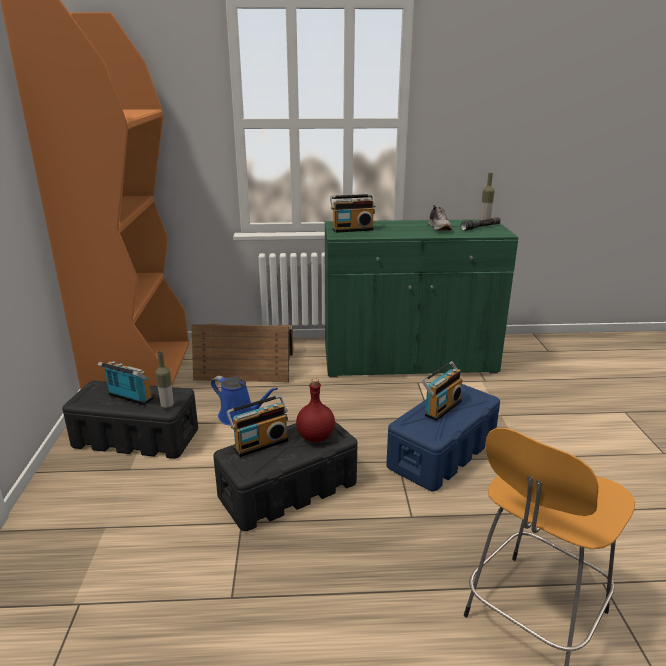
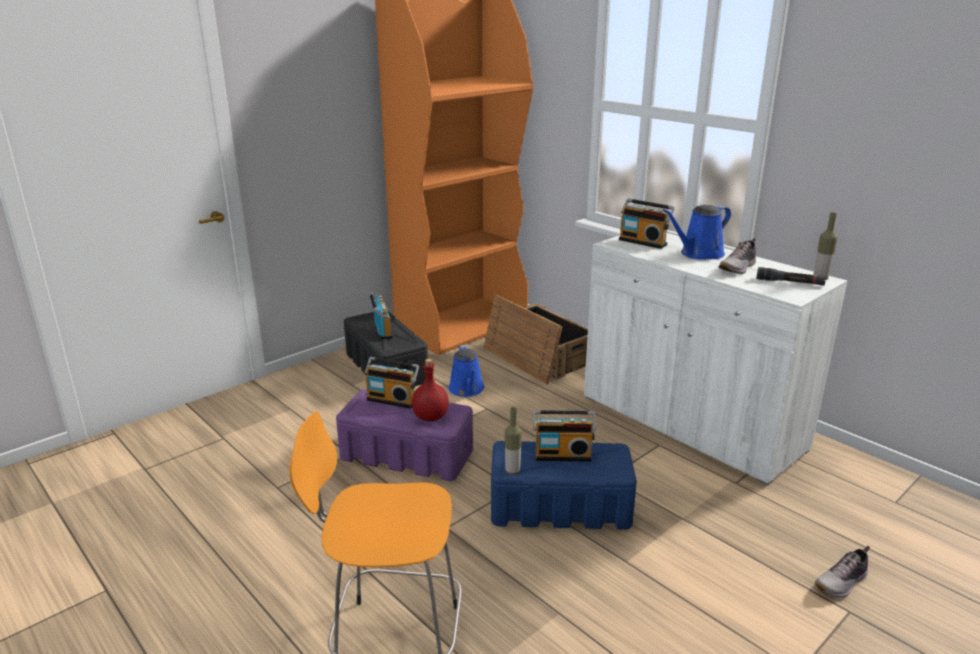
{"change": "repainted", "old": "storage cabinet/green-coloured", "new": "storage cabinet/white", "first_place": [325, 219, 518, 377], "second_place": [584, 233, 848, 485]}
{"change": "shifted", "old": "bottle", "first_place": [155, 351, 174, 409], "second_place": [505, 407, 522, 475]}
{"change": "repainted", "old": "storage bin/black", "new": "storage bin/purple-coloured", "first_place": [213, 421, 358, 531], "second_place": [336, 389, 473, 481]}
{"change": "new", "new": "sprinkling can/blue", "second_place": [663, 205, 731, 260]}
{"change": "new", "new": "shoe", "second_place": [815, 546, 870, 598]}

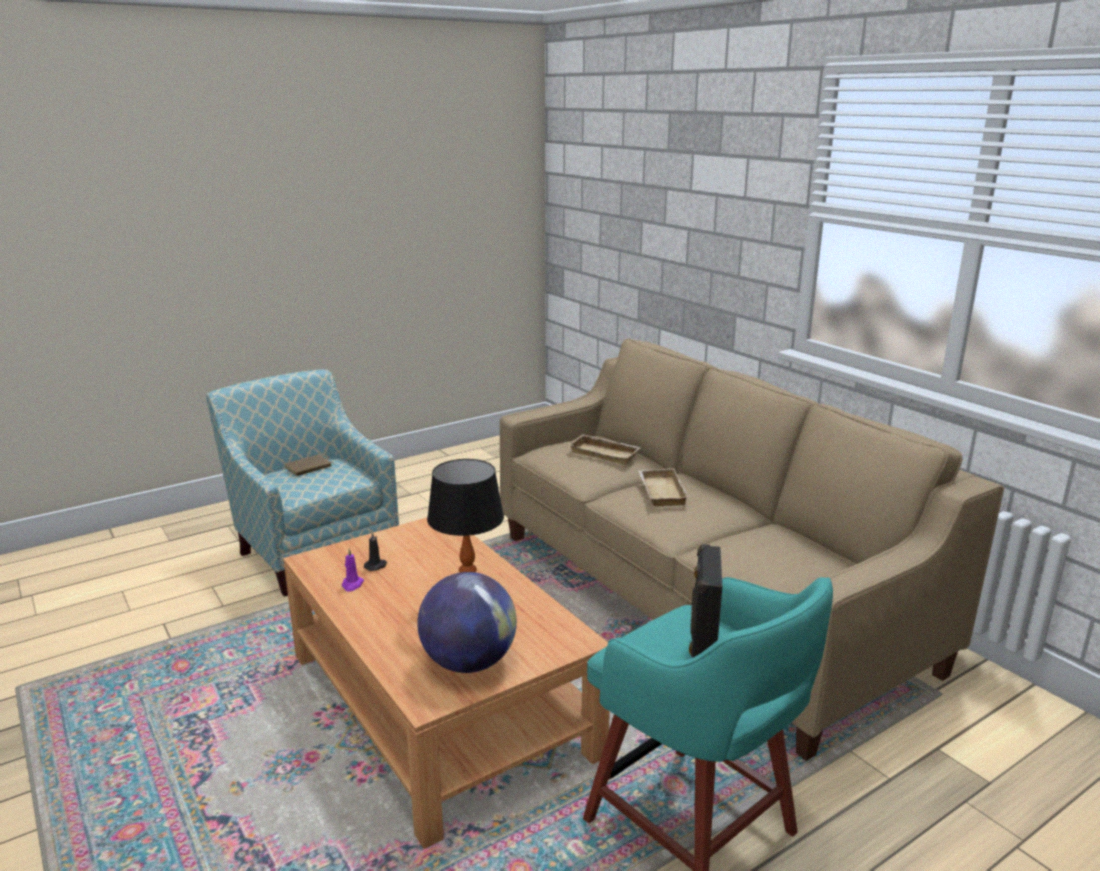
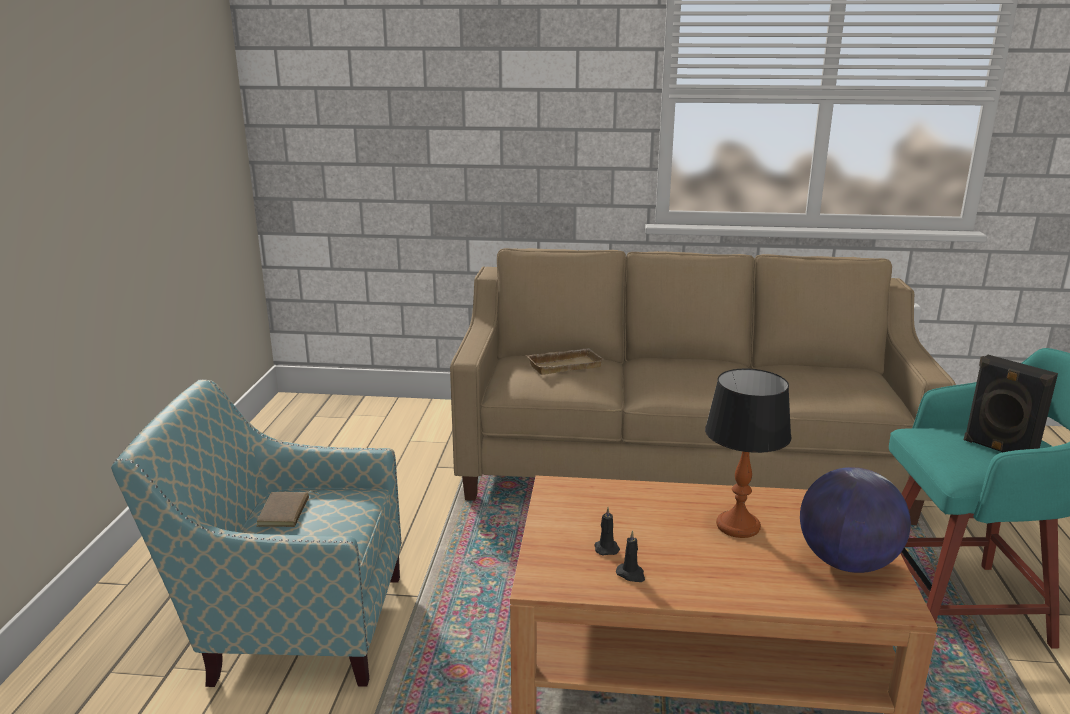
{"change": "gone", "old": "tray/beige-coloured", "first_place": [638, 468, 690, 507]}
{"change": "repainted", "old": "wax light/purple-coloured", "new": "wax light/black", "first_place": [342, 548, 364, 592], "second_place": [616, 530, 645, 582]}

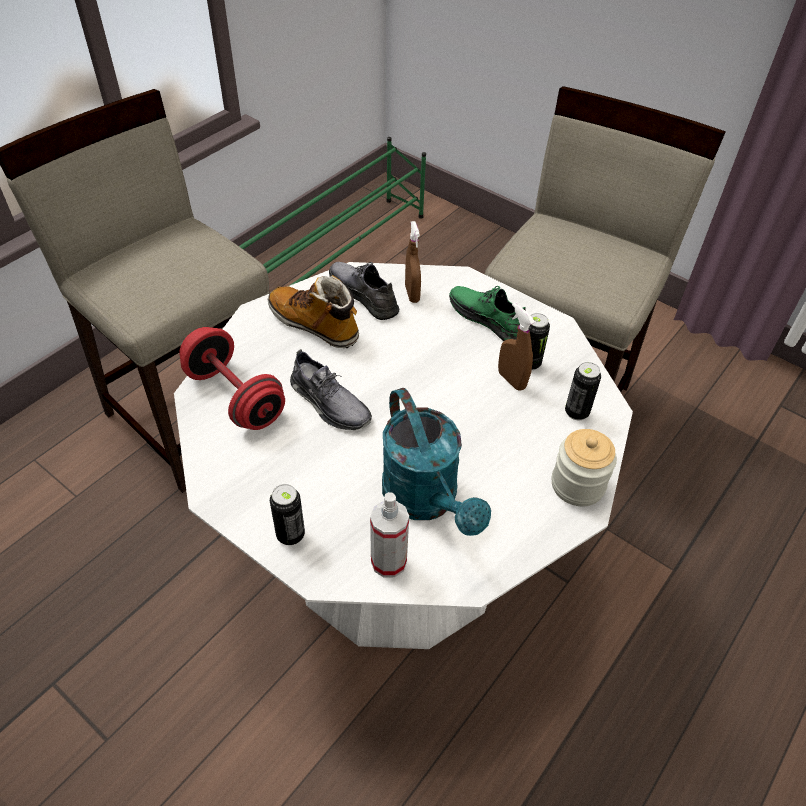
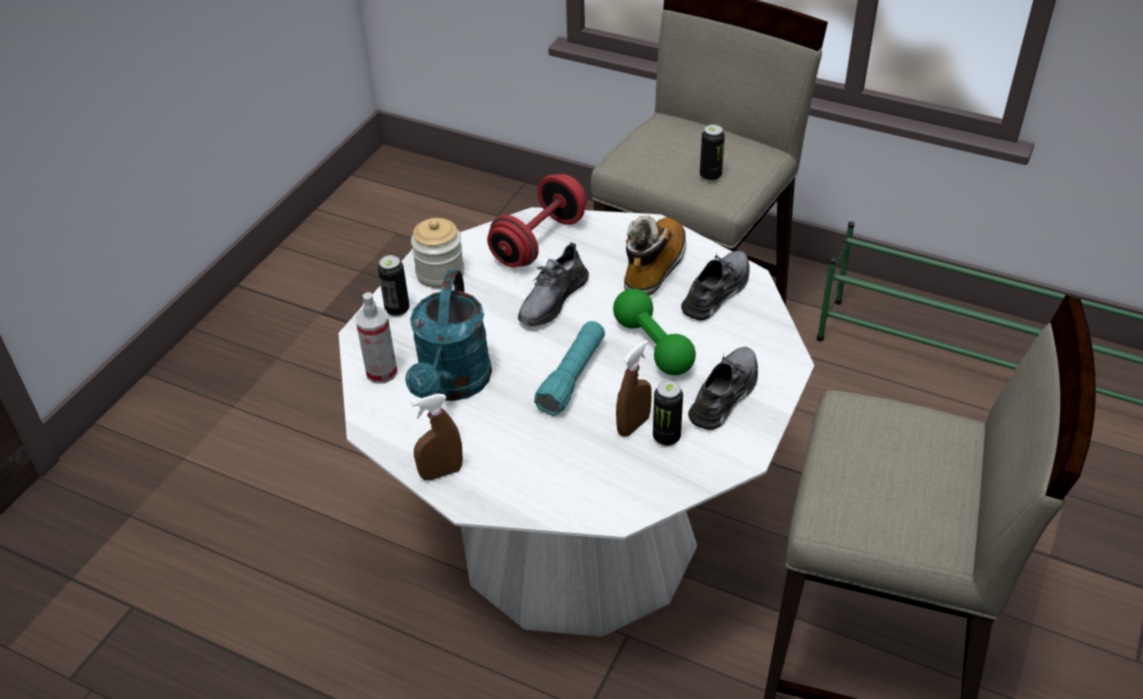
{"change": "shifted", "old": "sprayer/brown", "first_place": [405, 221, 421, 303], "second_place": [411, 394, 463, 481]}
{"change": "repainted", "old": "shoe/green-coloured", "new": "shoe/grey", "first_place": [449, 286, 526, 341], "second_place": [688, 347, 758, 430]}
{"change": "shifted", "old": "sealed can", "first_place": [565, 362, 601, 420], "second_place": [700, 124, 725, 182]}
{"change": "rotated", "old": "sprinkling can/turquoise", "first_place": [382, 388, 491, 536], "second_place": [405, 270, 492, 401], "degrees": -45}
{"change": "shifted", "old": "jar", "first_place": [552, 429, 617, 506], "second_place": [411, 218, 464, 288]}
{"change": "new", "new": "free weight/green-coloured", "second_place": [613, 289, 696, 375]}
{"change": "new", "new": "torch/turquoise", "second_place": [534, 321, 605, 416]}

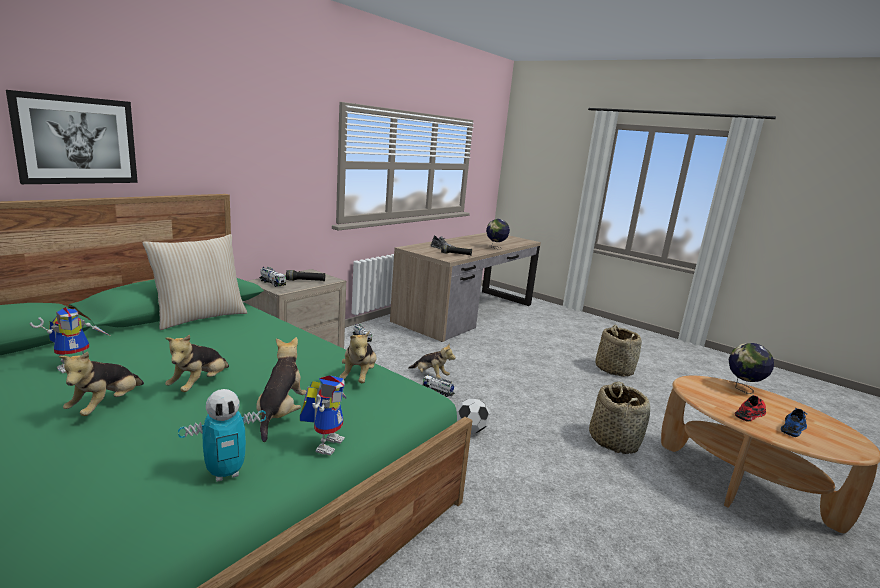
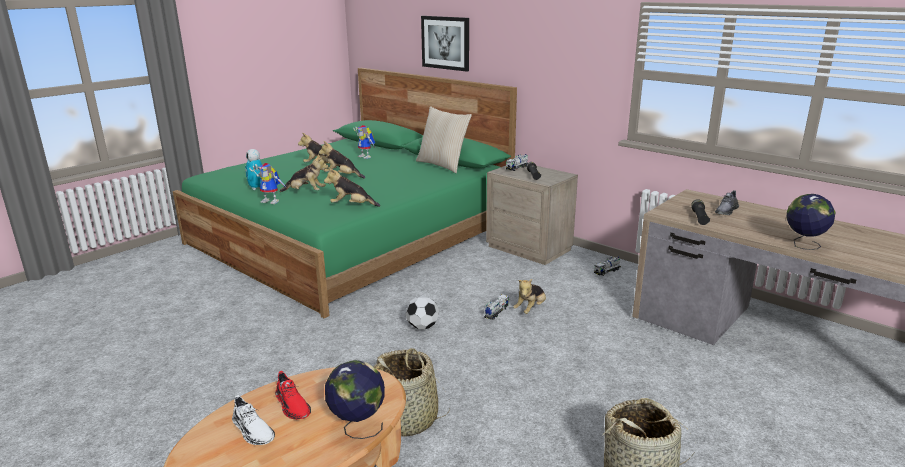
{"change": "repainted", "old": "shoe/blue", "new": "shoe/white", "first_place": [781, 408, 807, 437], "second_place": [232, 395, 275, 445]}

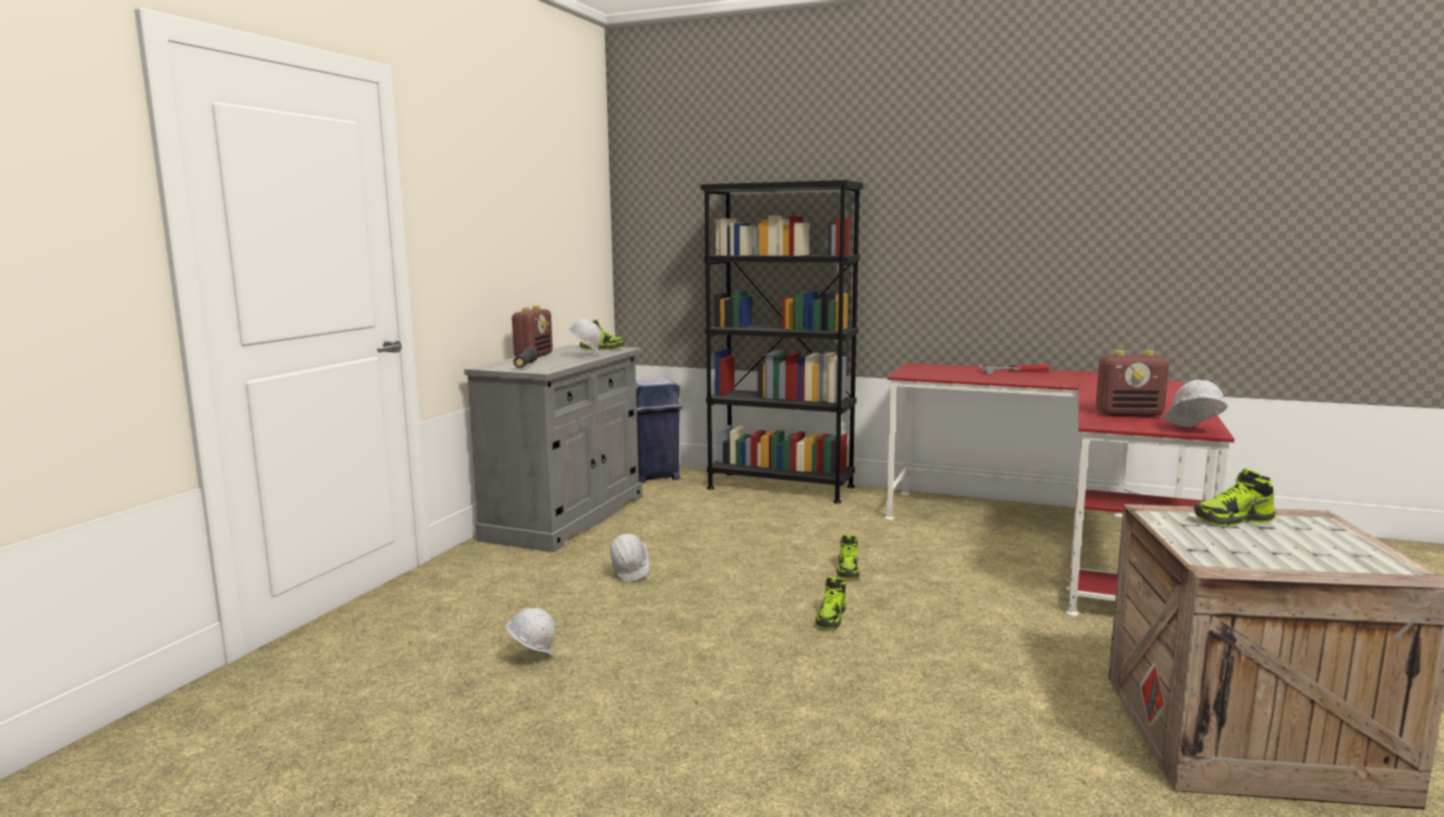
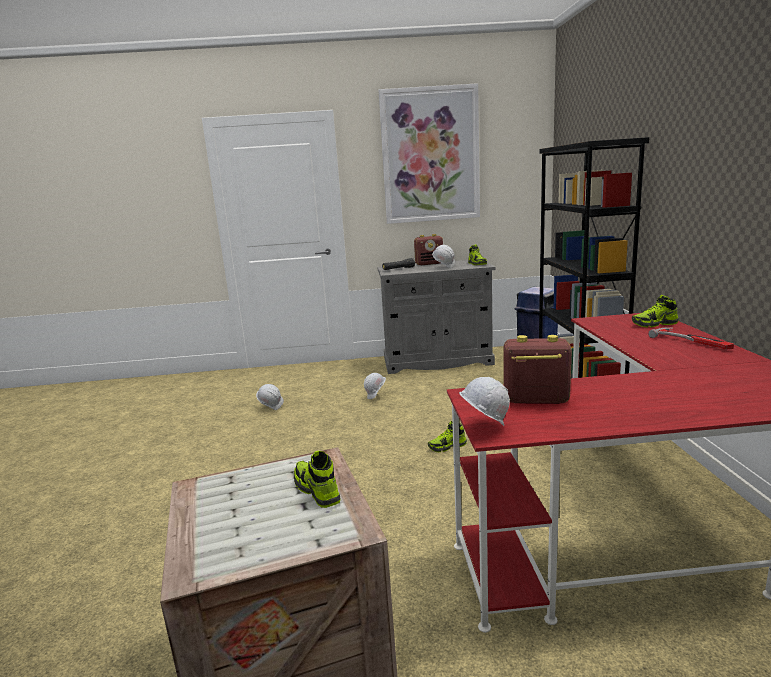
{"change": "rotated", "old": "radio receiver", "first_place": [1096, 350, 1169, 417], "second_place": [503, 335, 572, 404], "degrees": 120}
{"change": "shifted", "old": "shoe", "first_place": [816, 576, 846, 629], "second_place": [632, 295, 678, 327]}
{"change": "new", "new": "wall picture", "second_place": [378, 83, 480, 224]}

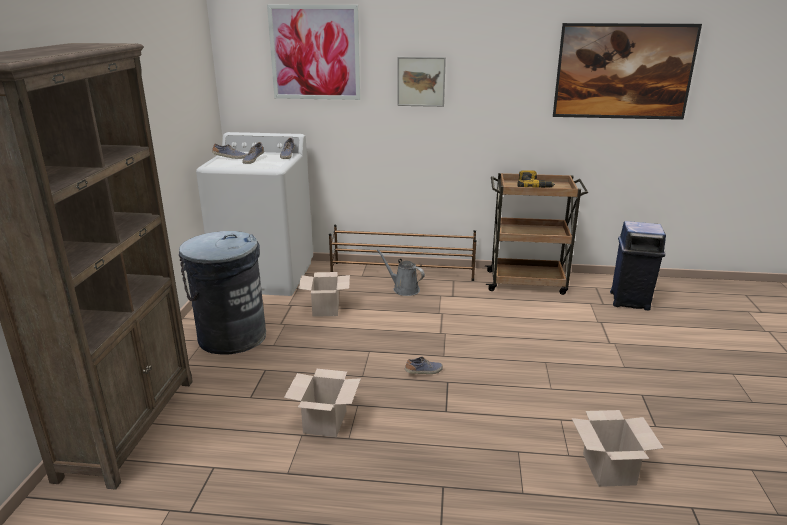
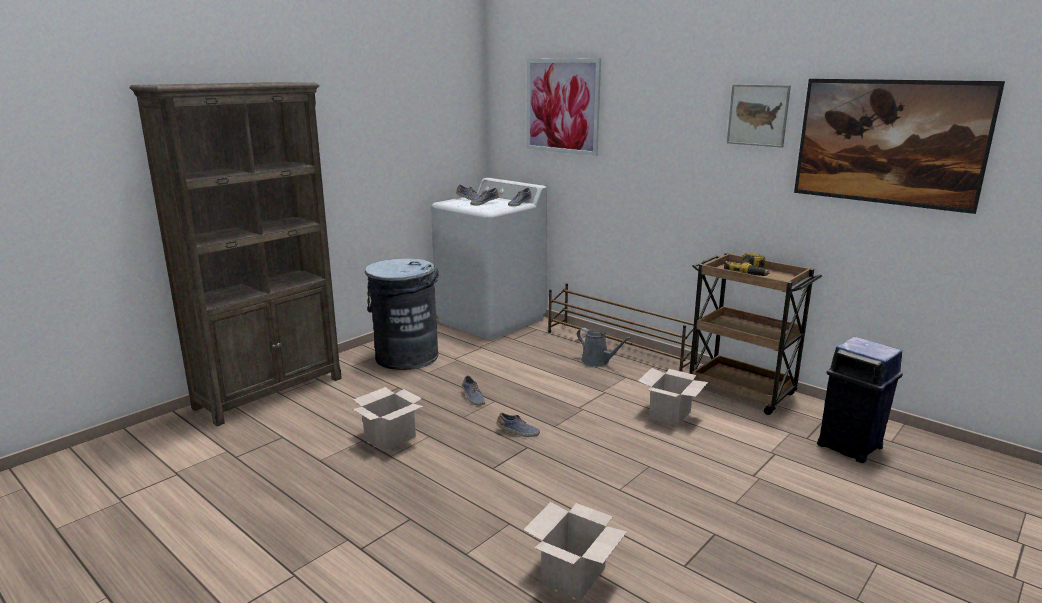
{"change": "shifted", "old": "wall picture", "first_place": [397, 57, 446, 107], "second_place": [727, 84, 791, 148]}
{"change": "rotated", "old": "sprinkling can/grey", "first_place": [377, 249, 425, 296], "second_place": [577, 328, 632, 367], "degrees": 150}
{"change": "shifted", "old": "packing box", "first_place": [298, 272, 350, 317], "second_place": [638, 368, 708, 427]}
{"change": "new", "new": "shoe", "second_place": [462, 375, 485, 406]}

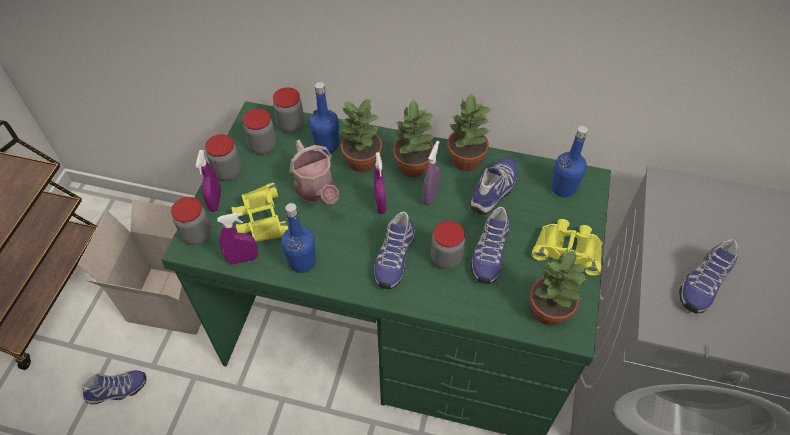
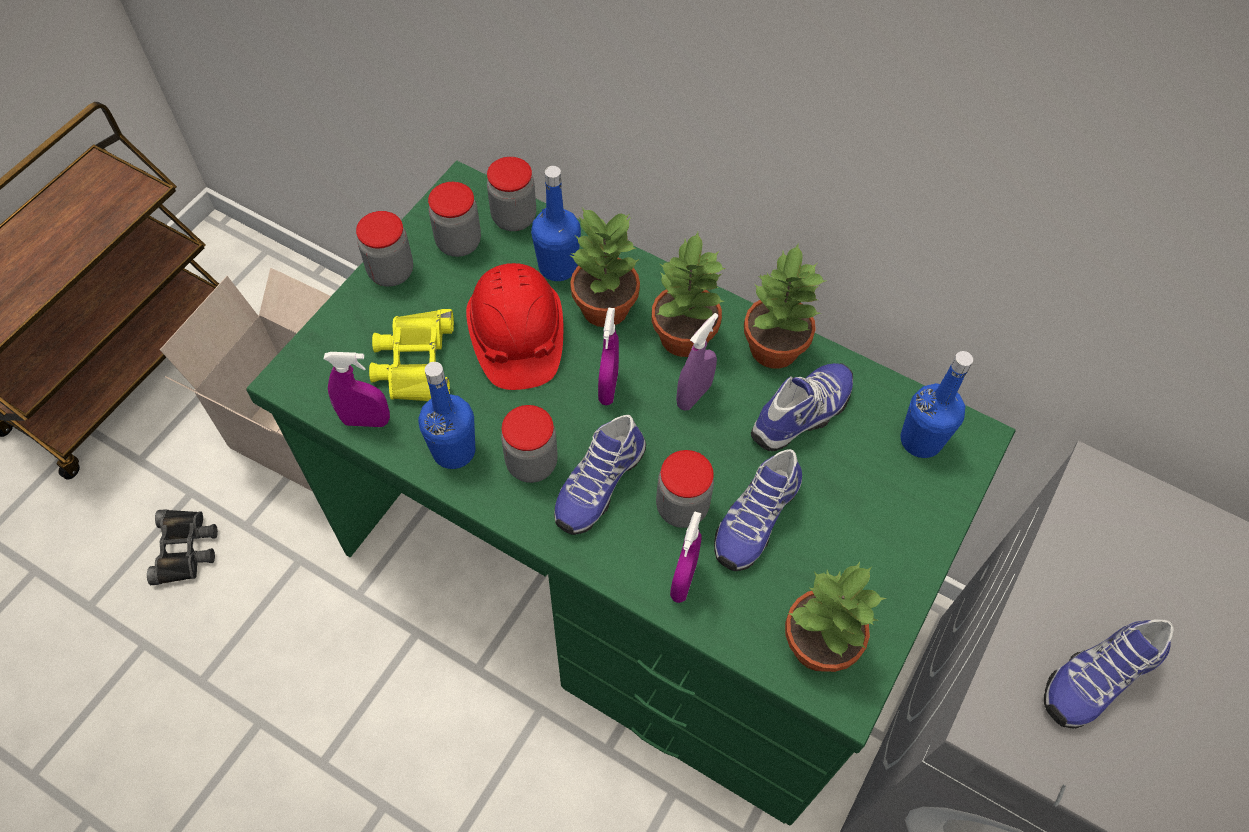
{"change": "swapped", "old": "sprinkling can", "new": "safety helmet/reddish", "first_place": [289, 140, 339, 204], "second_place": [466, 263, 563, 390]}
{"change": "shifted", "old": "sprayer/purple-coloured", "first_place": [196, 150, 222, 212], "second_place": [670, 511, 702, 603]}
{"change": "shifted", "old": "jar", "first_place": [171, 197, 212, 245], "second_place": [501, 405, 558, 483]}
{"change": "gone", "old": "pair of binoculars/yellowish", "first_place": [531, 219, 603, 276]}
{"change": "swapped", "old": "shoe", "new": "pair of binoculars/black", "first_place": [82, 370, 146, 404], "second_place": [147, 509, 218, 585]}

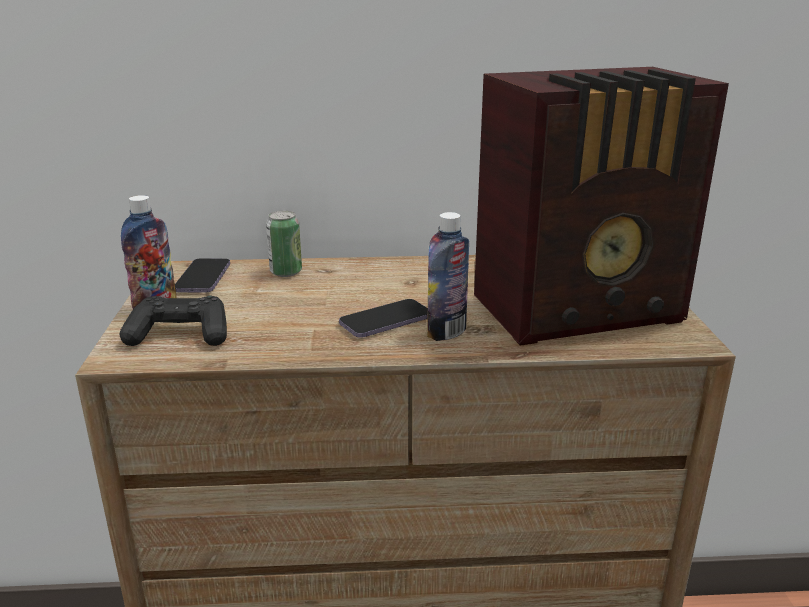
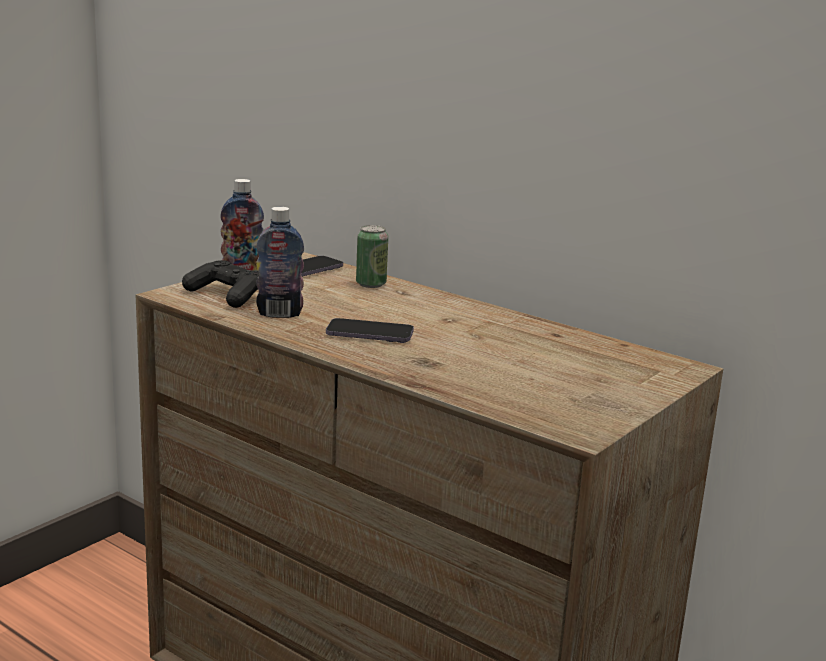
{"change": "gone", "old": "radio receiver", "first_place": [474, 67, 729, 346]}
{"change": "shifted", "old": "bottle", "first_place": [427, 212, 469, 341], "second_place": [256, 207, 304, 318]}

